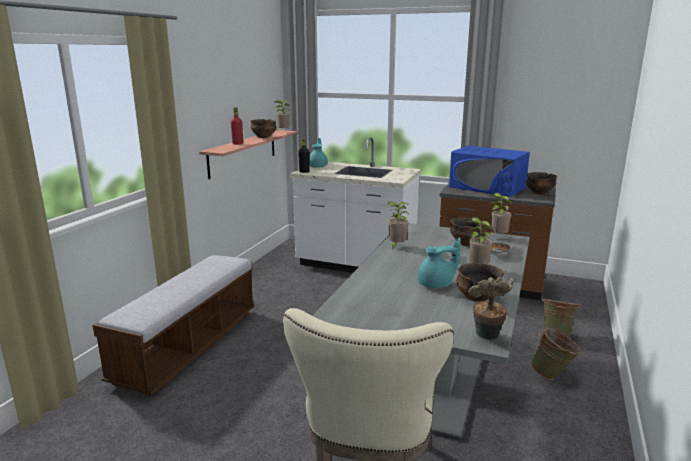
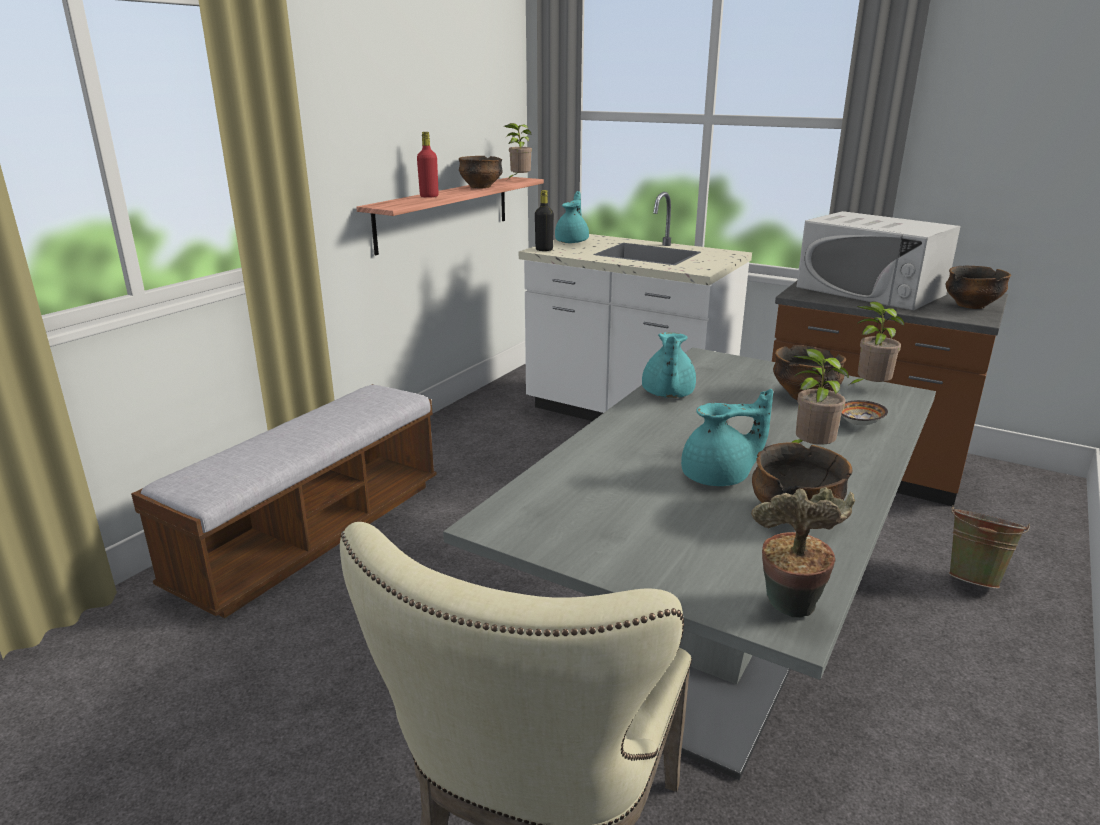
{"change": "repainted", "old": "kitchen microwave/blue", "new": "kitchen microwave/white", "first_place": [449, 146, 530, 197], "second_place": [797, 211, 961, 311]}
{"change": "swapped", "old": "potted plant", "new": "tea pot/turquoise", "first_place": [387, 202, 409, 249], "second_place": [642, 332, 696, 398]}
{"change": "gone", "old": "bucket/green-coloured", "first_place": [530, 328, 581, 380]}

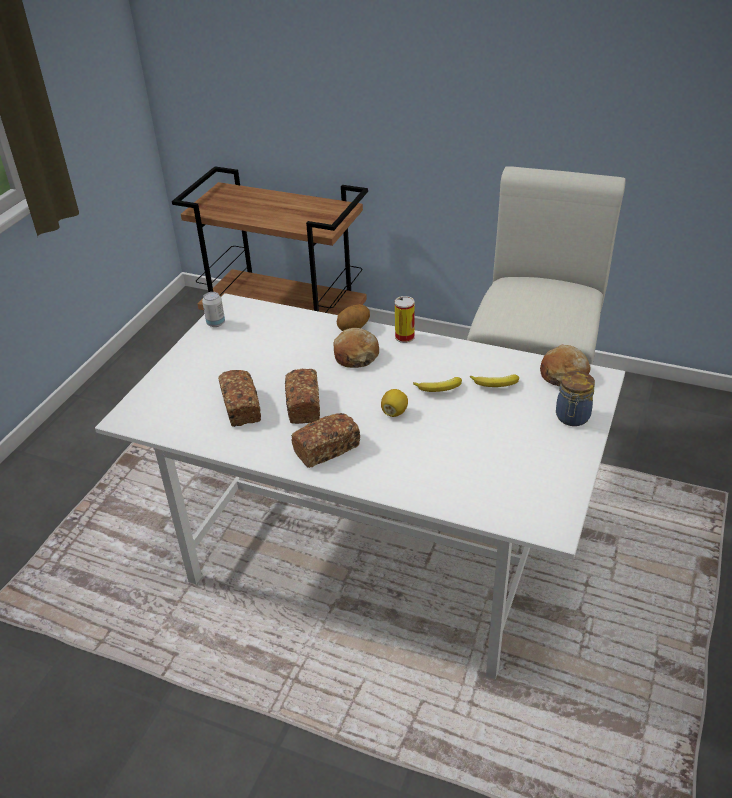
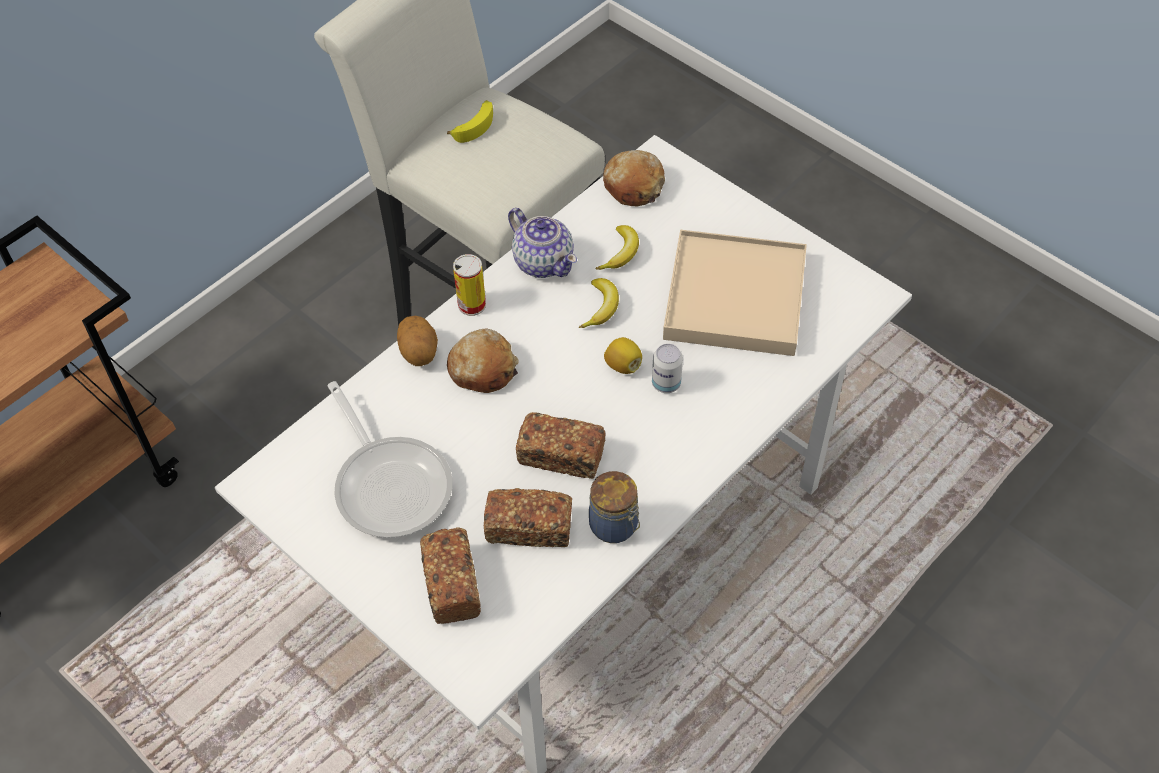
{"change": "shifted", "old": "sealed can", "first_place": [202, 292, 225, 327], "second_place": [652, 344, 683, 393]}
{"change": "shifted", "old": "jar", "first_place": [556, 371, 595, 426], "second_place": [589, 471, 640, 543]}
{"change": "shifted", "old": "bread", "first_place": [291, 413, 360, 468], "second_place": [420, 527, 481, 624]}
{"change": "new", "new": "whole banana", "second_place": [447, 100, 493, 143]}
{"change": "new", "new": "tea pot", "second_place": [508, 208, 577, 278]}
{"change": "new", "new": "tray/beige-coloured", "second_place": [663, 230, 807, 356]}
{"change": "new", "new": "pan", "second_place": [327, 381, 453, 538]}

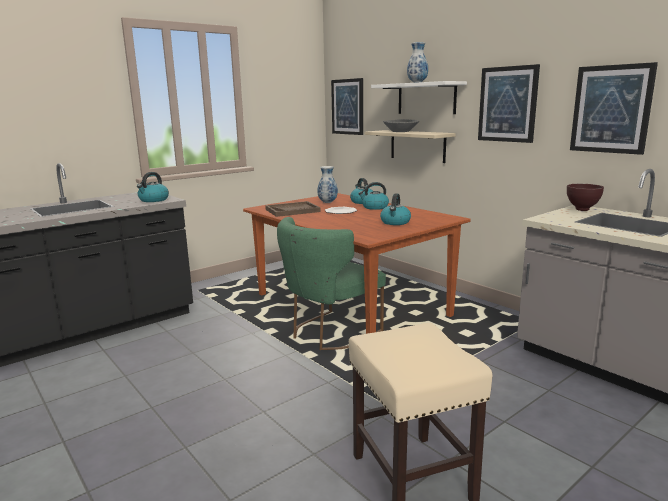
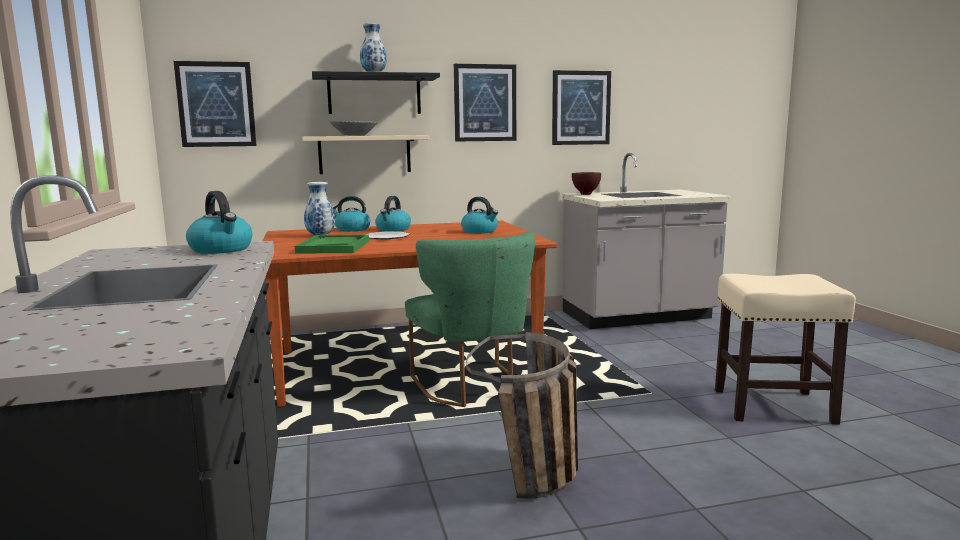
{"change": "repainted", "old": "bracket shelf/white", "new": "bracket shelf/black", "first_place": [371, 81, 467, 114], "second_place": [312, 71, 440, 114]}
{"change": "repainted", "old": "tray/brown", "new": "tray/green-coloured", "first_place": [265, 201, 321, 217], "second_place": [295, 235, 369, 254]}
{"change": "new", "new": "basket", "second_place": [466, 332, 578, 499]}

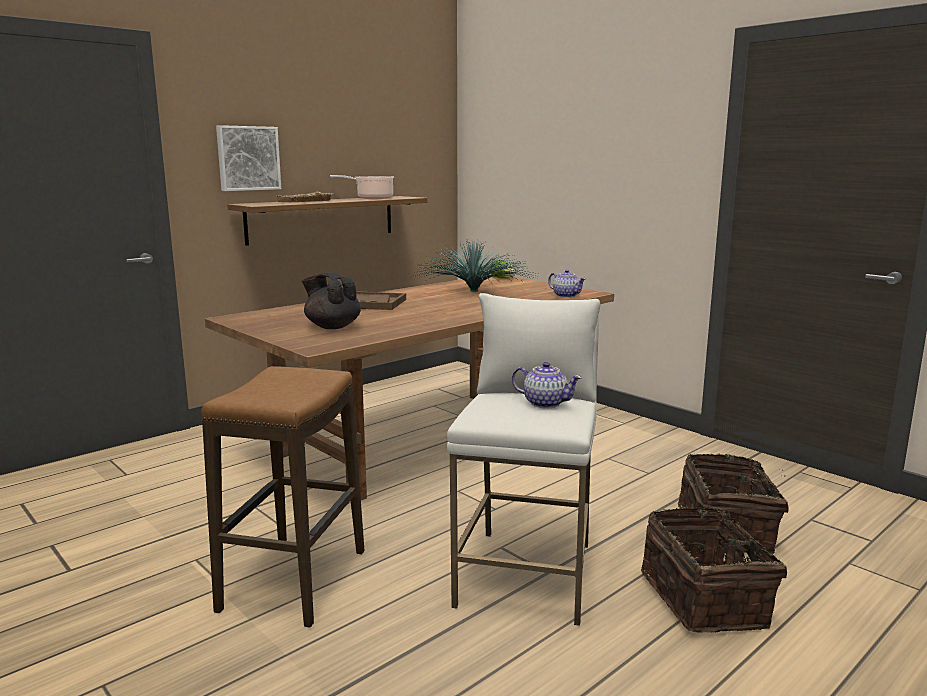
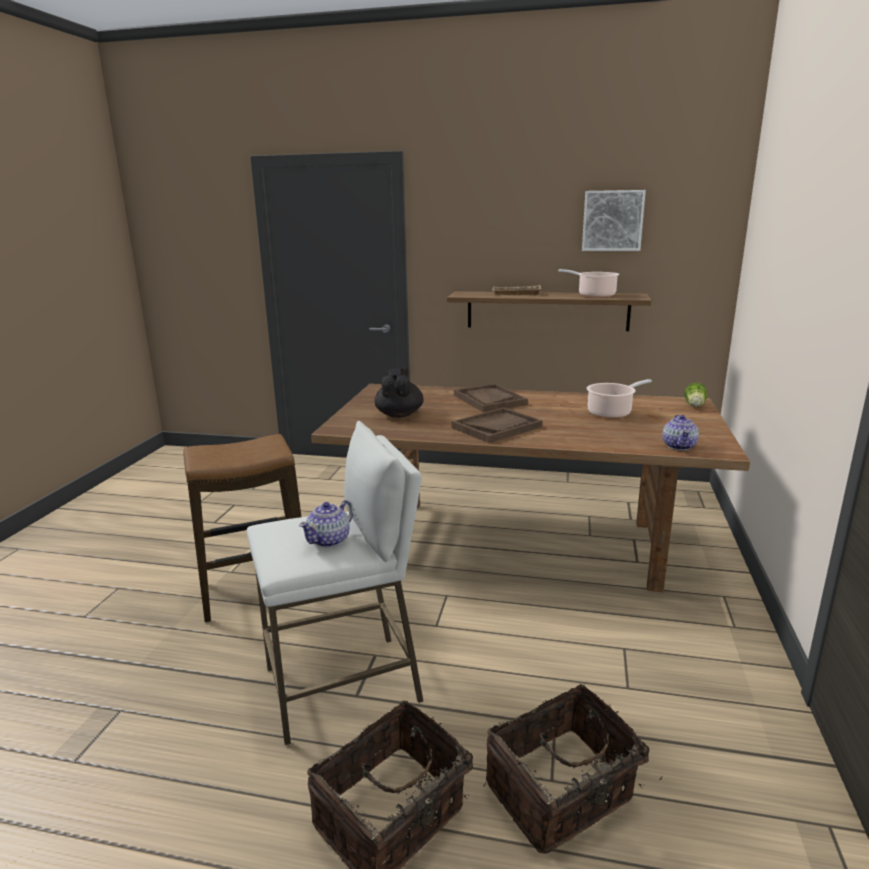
{"change": "shifted", "old": "wall picture", "first_place": [216, 125, 281, 191], "second_place": [582, 190, 646, 251]}
{"change": "swapped", "old": "potted plant", "new": "saucepot", "first_place": [413, 239, 539, 292], "second_place": [587, 379, 652, 418]}
{"change": "rotated", "old": "tea pot", "first_place": [512, 362, 582, 408], "second_place": [299, 500, 353, 547], "degrees": 45}
{"change": "new", "new": "tray/brown", "second_place": [452, 407, 543, 443]}

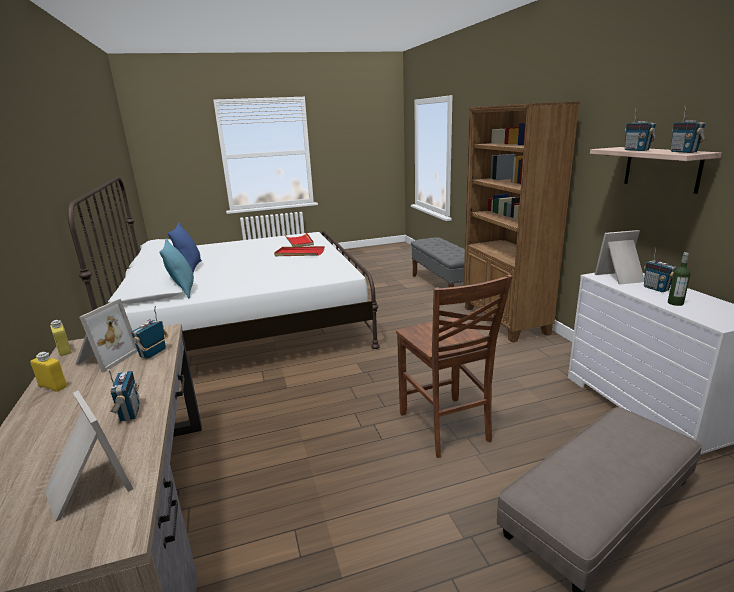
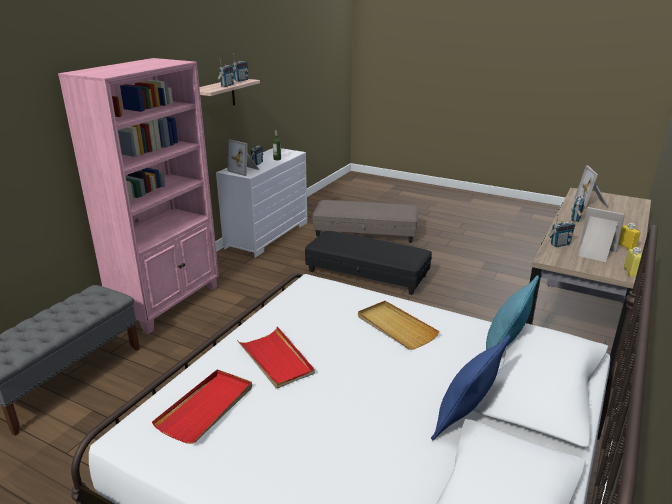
{"change": "repainted", "old": "shelving unit/brown", "new": "shelving unit/pink-coloured", "first_place": [464, 101, 580, 342], "second_place": [58, 58, 219, 334]}
{"change": "swapped", "old": "chair/brown", "new": "pouffe/black", "first_place": [396, 274, 513, 458], "second_place": [305, 231, 432, 295]}
{"change": "rotated", "old": "picture frame", "first_place": [75, 299, 138, 373], "second_place": [578, 207, 625, 262], "degrees": 60}
{"change": "new", "new": "tray/beige-coloured", "second_place": [358, 301, 440, 350]}

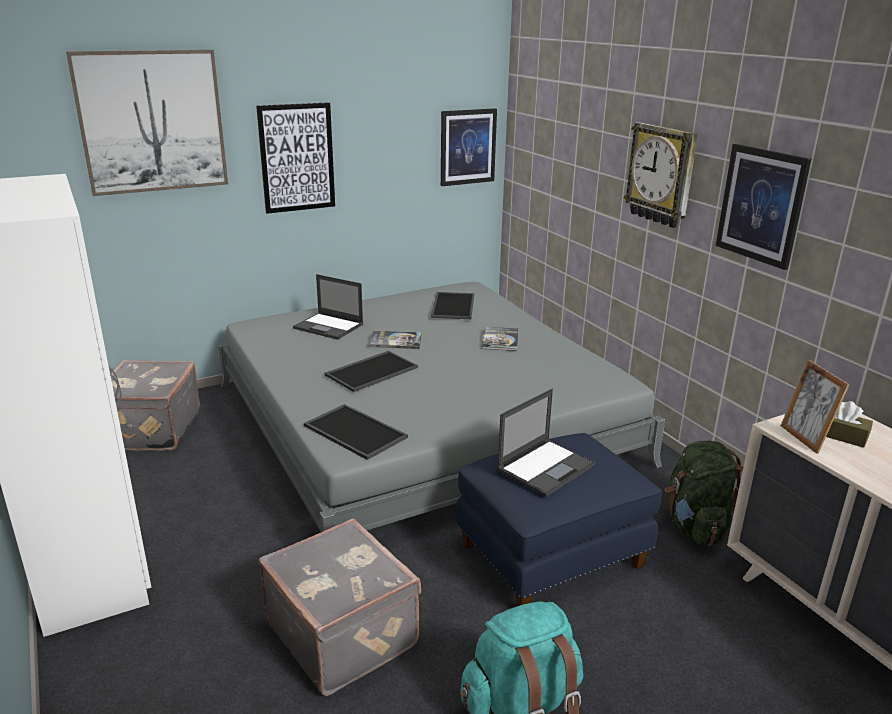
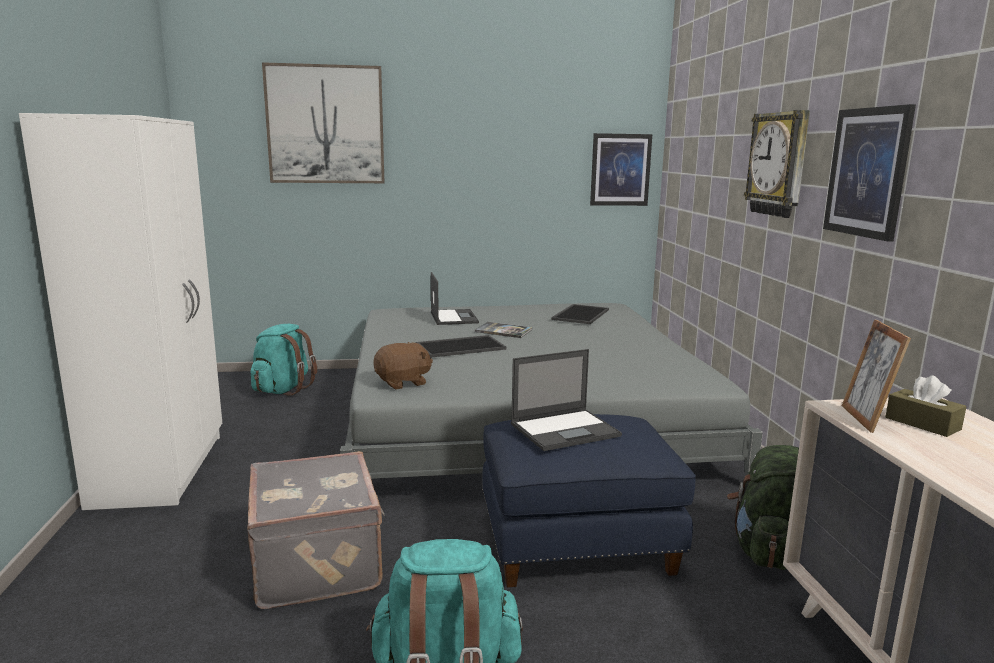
{"change": "gone", "old": "wall picture", "first_place": [256, 102, 335, 214]}
{"change": "rotated", "old": "notebook computer", "first_place": [293, 274, 363, 340], "second_place": [431, 272, 479, 325], "degrees": -150}
{"change": "gone", "old": "bound book", "first_place": [481, 327, 519, 351]}
{"change": "swapped", "old": "suitcase/grey", "new": "rucksack/turquoise", "first_place": [111, 360, 200, 451], "second_place": [251, 324, 317, 396]}
{"change": "swapped", "old": "tray", "new": "cuddly toy/brown", "first_place": [304, 404, 408, 460], "second_place": [373, 342, 433, 390]}

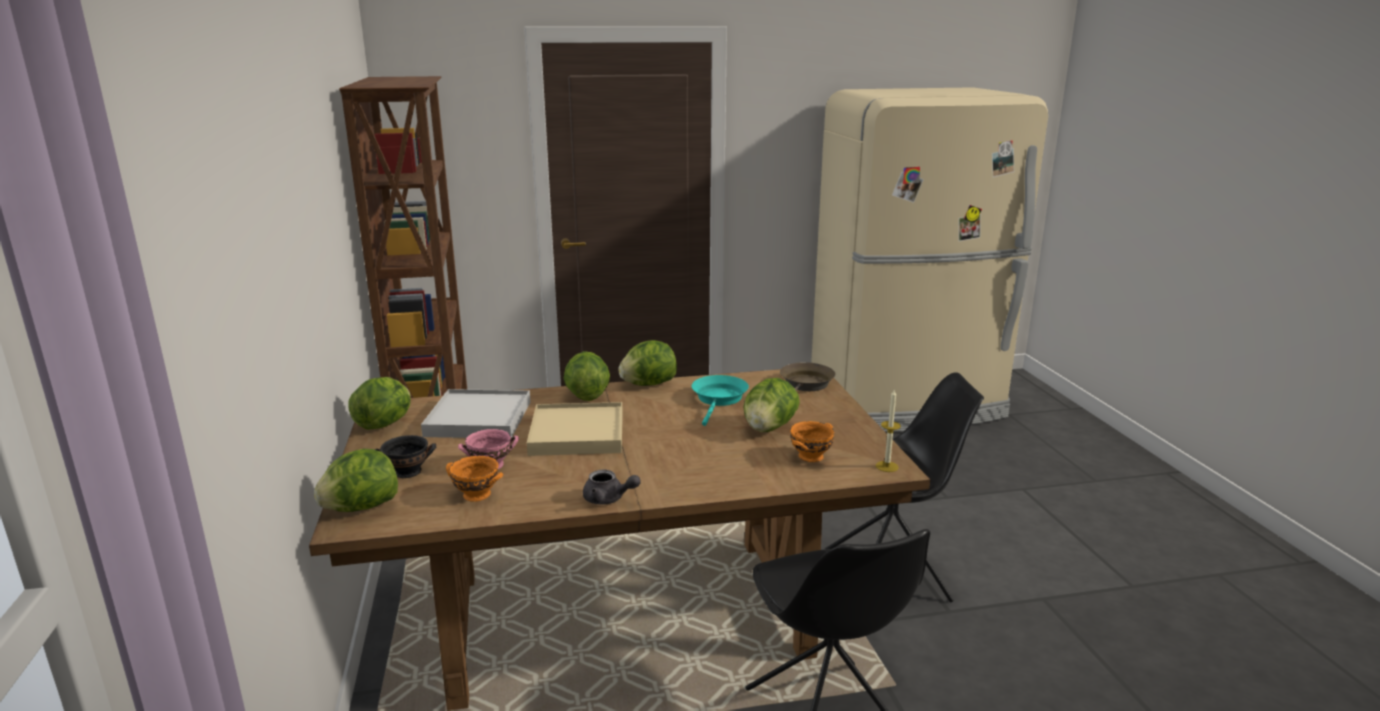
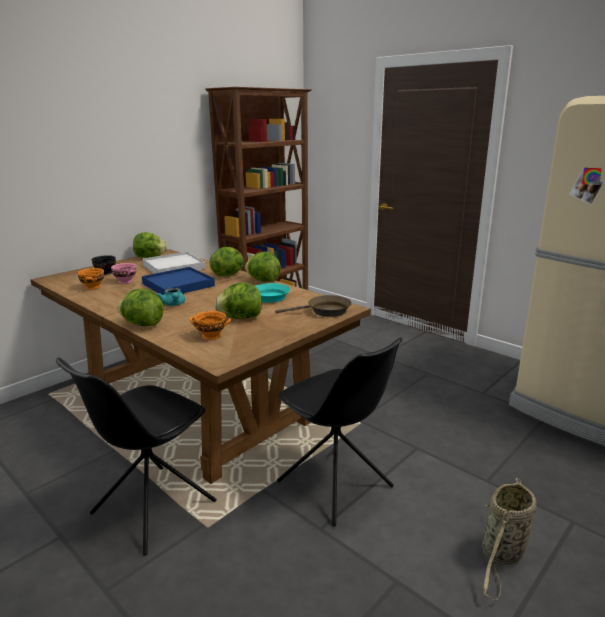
{"change": "gone", "old": "wax light", "first_place": [876, 390, 901, 472]}
{"change": "repainted", "old": "tray/beige-coloured", "new": "tray/blue", "first_place": [527, 402, 623, 456], "second_place": [142, 267, 215, 295]}
{"change": "shifted", "old": "lettuce", "first_place": [314, 449, 398, 512], "second_place": [117, 289, 164, 326]}
{"change": "gone", "old": "tea pot/grey", "first_place": [583, 470, 641, 505]}
{"change": "new", "new": "tea pot/turquoise", "second_place": [156, 288, 185, 306]}
{"change": "new", "new": "basket", "second_place": [482, 478, 537, 600]}

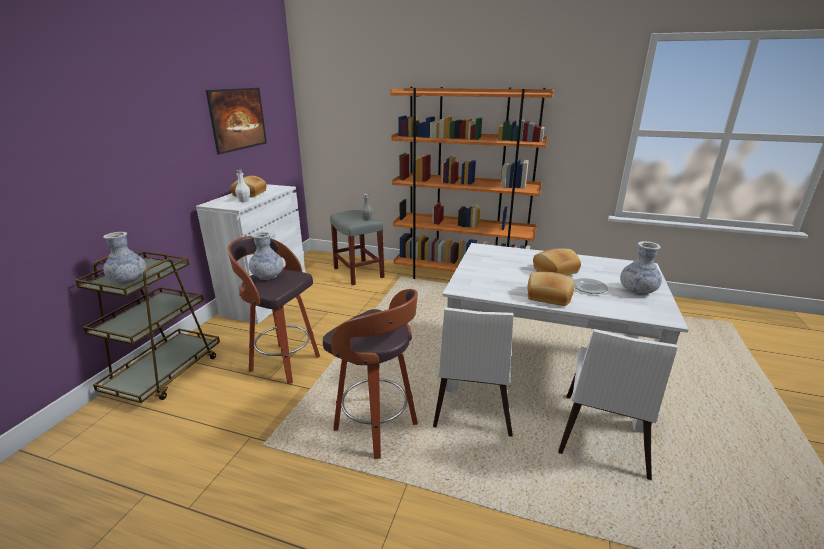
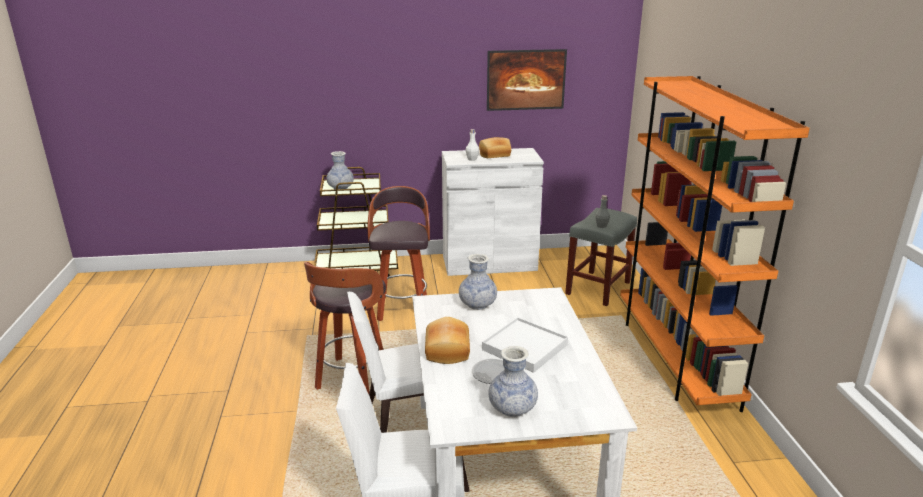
{"change": "shifted", "old": "flower vase", "first_place": [249, 232, 283, 280], "second_place": [459, 254, 497, 310]}
{"change": "swapped", "old": "bread", "new": "tray/white", "first_place": [533, 249, 581, 276], "second_place": [482, 317, 568, 373]}

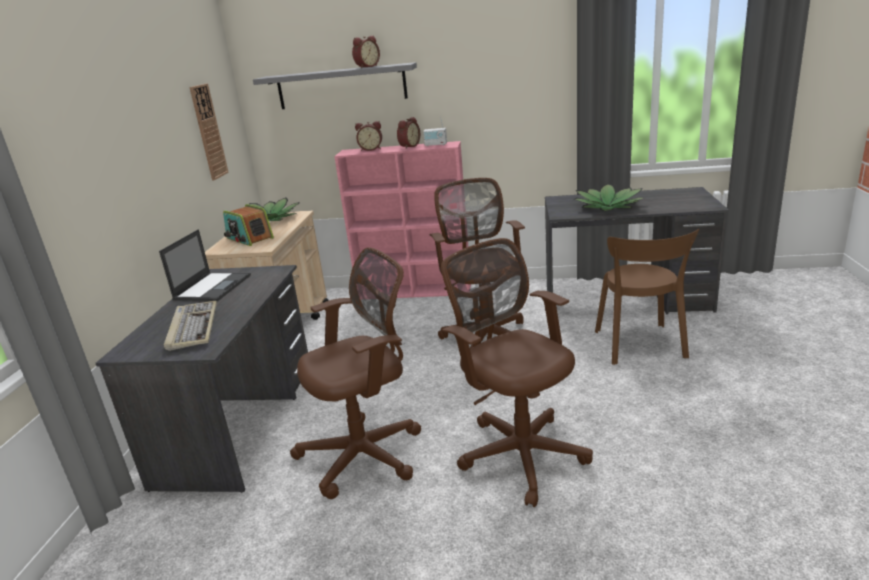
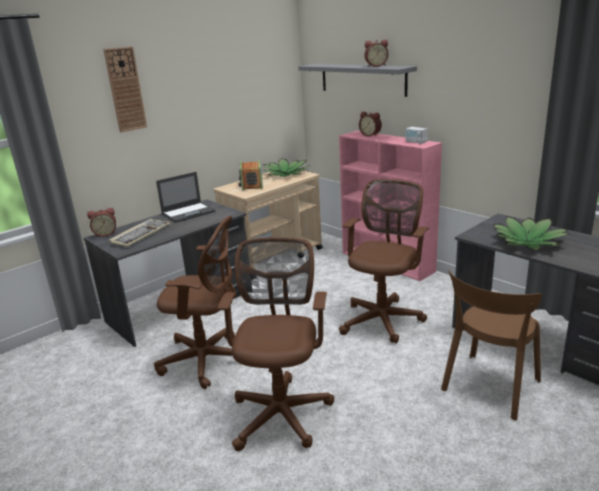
{"change": "shifted", "old": "wall clock", "first_place": [189, 83, 229, 180], "second_place": [103, 47, 147, 132]}
{"change": "shifted", "old": "alarm clock", "first_place": [397, 117, 420, 148], "second_place": [87, 208, 116, 237]}

